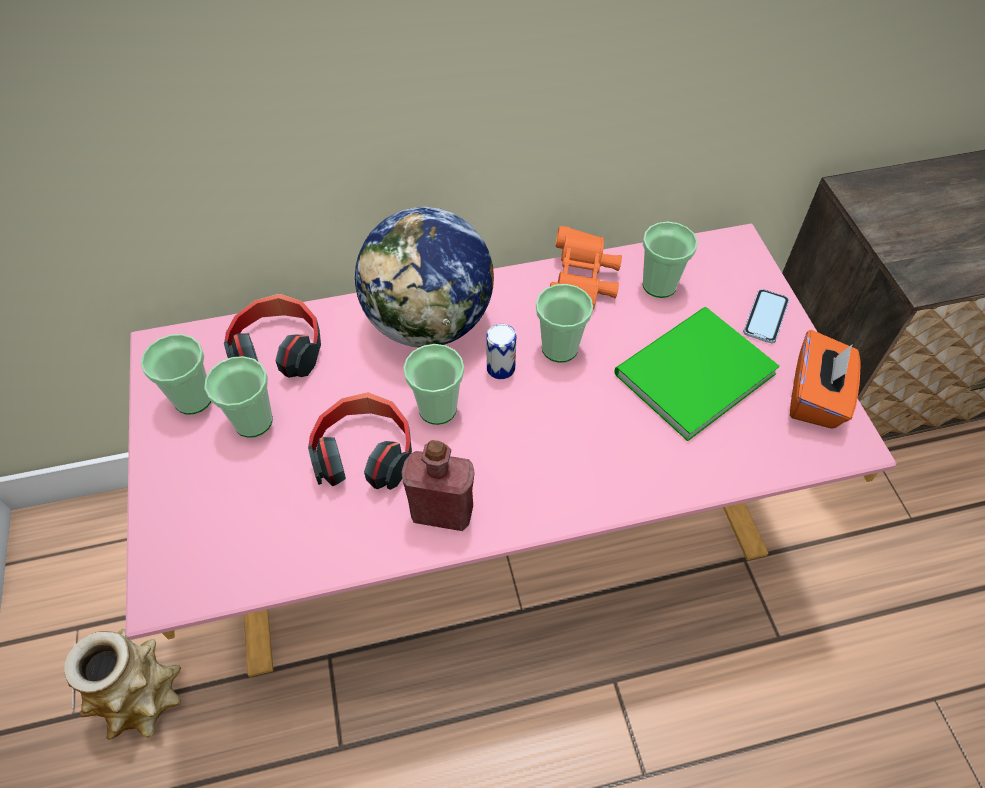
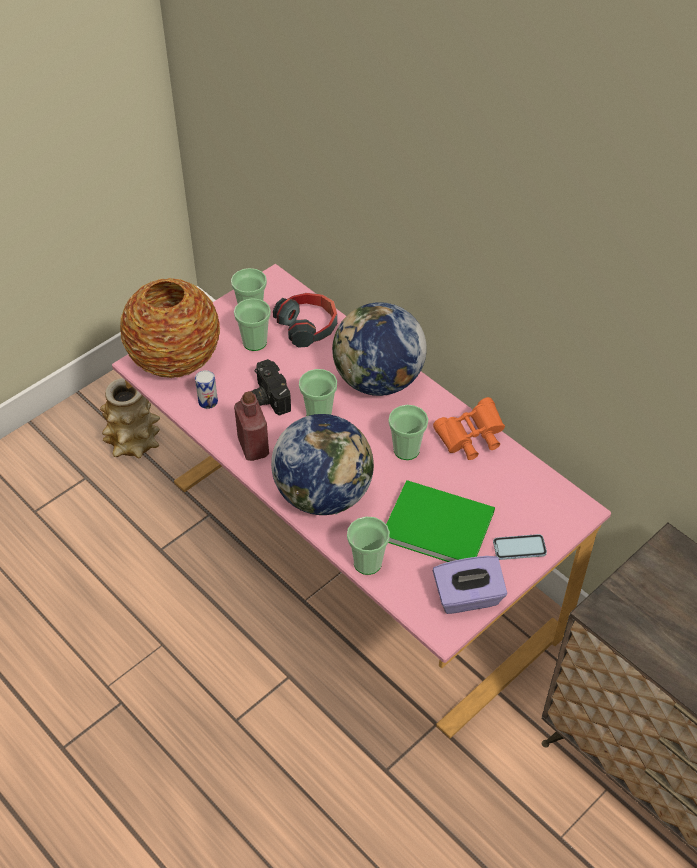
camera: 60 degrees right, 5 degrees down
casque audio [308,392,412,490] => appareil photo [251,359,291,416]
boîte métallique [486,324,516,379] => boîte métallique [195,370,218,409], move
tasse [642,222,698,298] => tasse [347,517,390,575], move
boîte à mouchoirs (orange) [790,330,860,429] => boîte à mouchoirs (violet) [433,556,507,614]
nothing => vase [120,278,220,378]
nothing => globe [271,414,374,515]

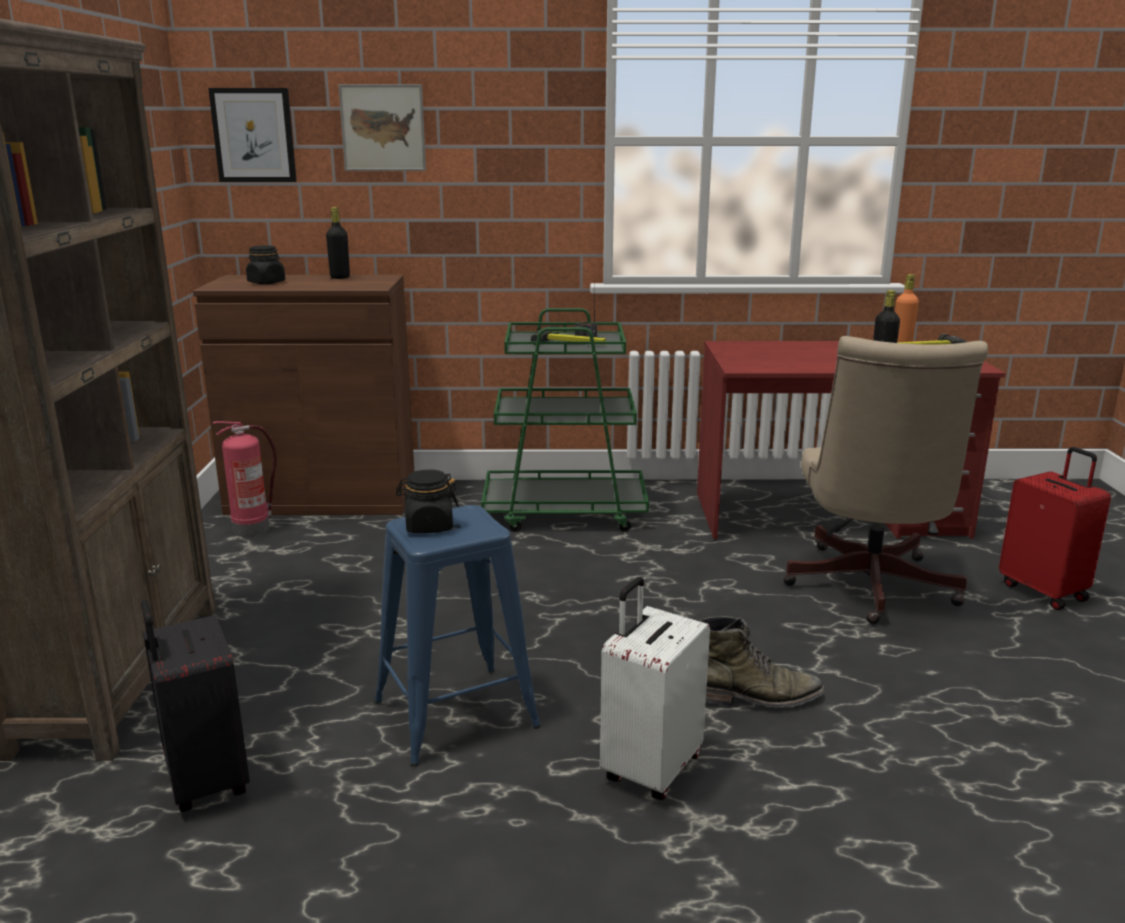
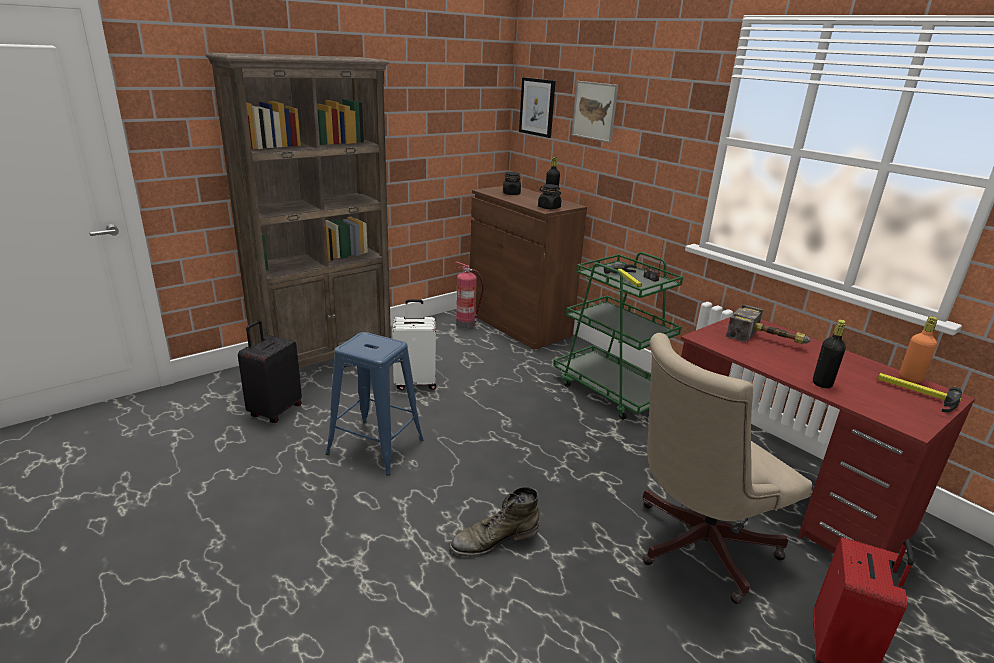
camera: 50 degrees right, 5 degrees up
bocal (noir) [396,469,459,533] => bocal (noir) [538,184,561,209], move
valise (blanc) [600,577,710,800] => valise (blanc) [392,299,436,390], move
botte (vert) [700,616,825,708] => botte (vert) [449,487,540,557], 105 degrees clockwise
nothing => marteau [726,304,811,344]

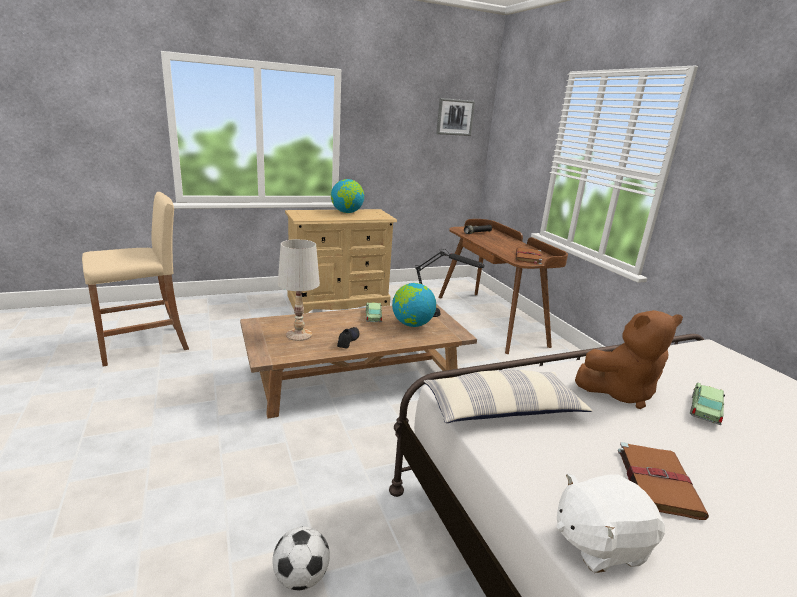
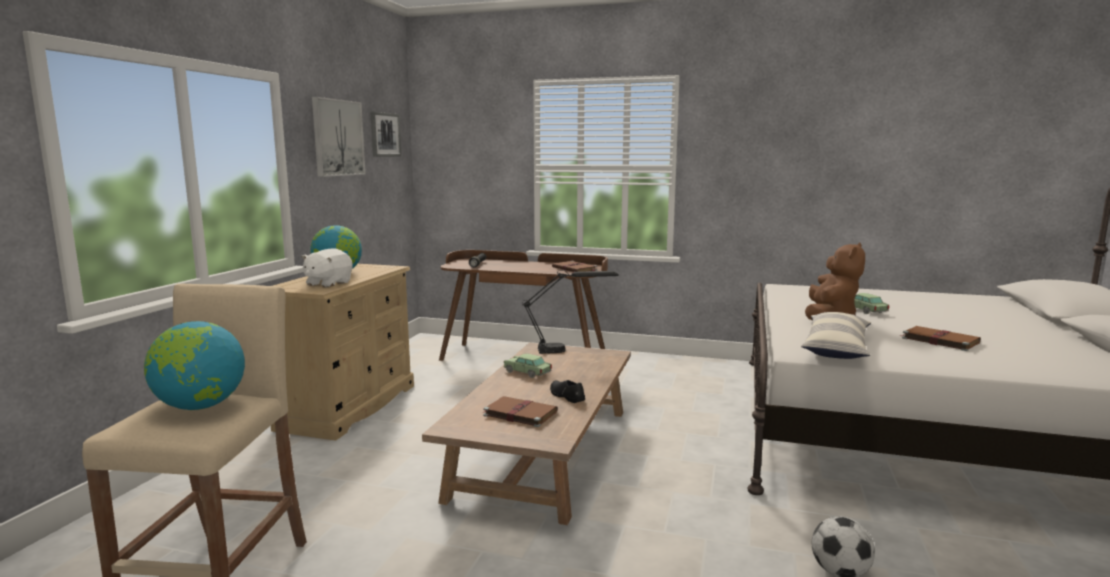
camera: 50 degrees left, 10 degrees down
lampe de table (blanc) [278,239,320,341] => livre (marron) [483,396,558,427]
globe [392,283,436,327] => globe [144,321,245,410], move
peluche (blanc) [557,473,665,573] => peluche (blanc) [301,248,352,287], move
nothing => tableau [312,97,366,177]

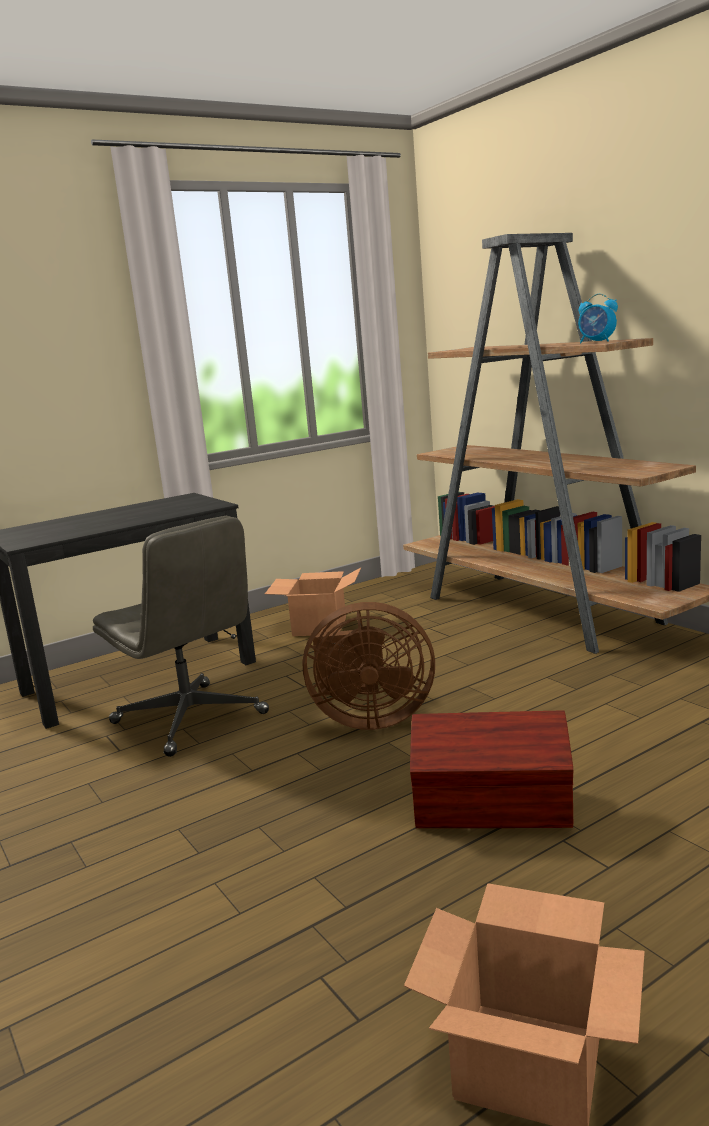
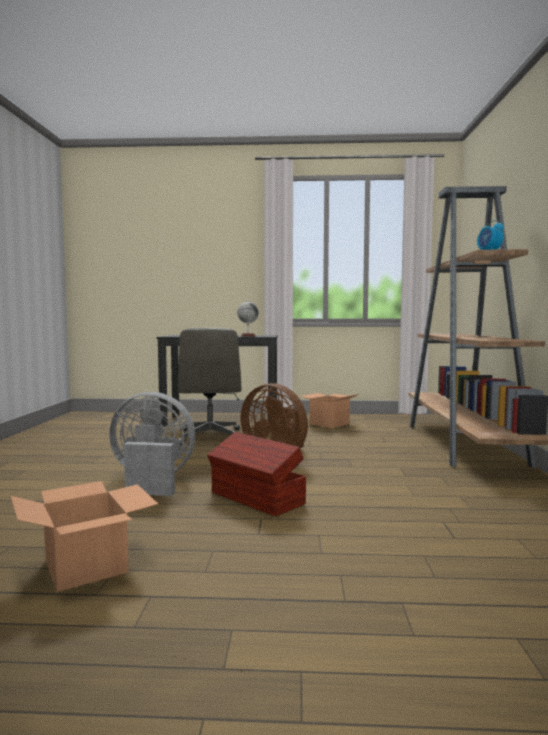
camera: 35 degrees right, 10 degrees down
nothing => ventilateur (gris) [109,392,195,496]
nothing => globe [237,301,259,337]

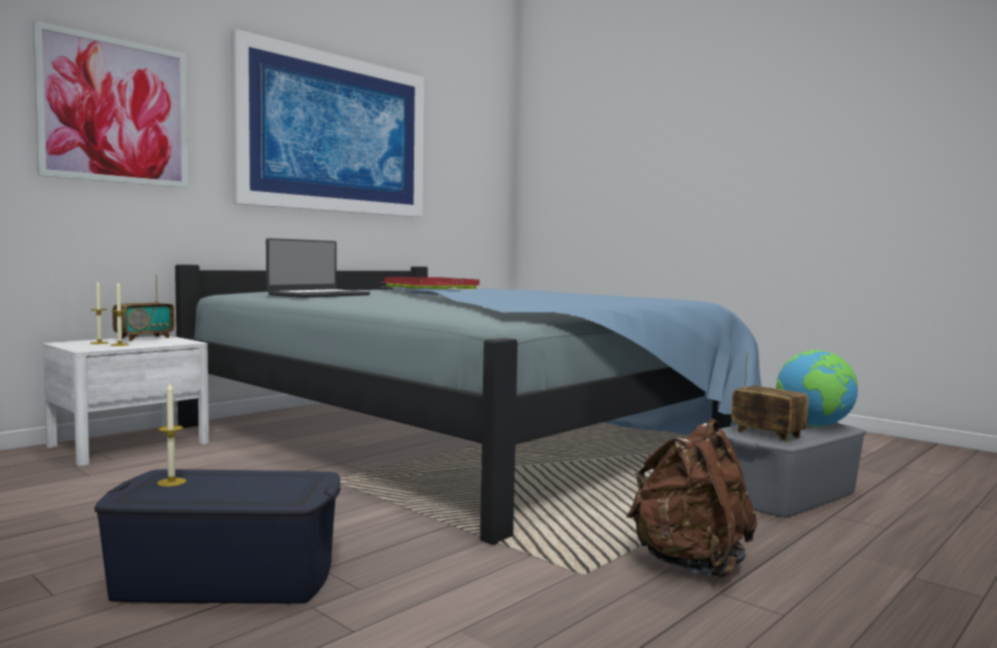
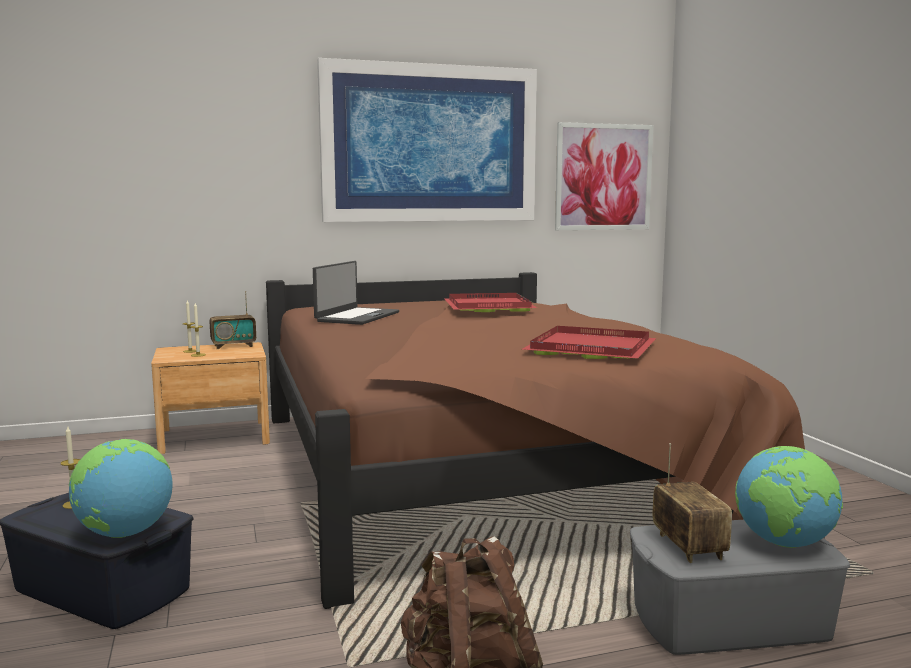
camera: 30 degrees right, 5 degrees up
tableau [33,21,188,188] => tableau [555,122,653,230], move
table de chevet (blanc) [43,335,209,466] => table de chevet (marron) [151,342,270,454]
lit (bleu) [175,265,761,545] => lit (marron) [266,272,805,609]
ordinateur portable [266,238,370,298] => ordinateur portable [313,261,399,325], 45 degrees counterclockwise
nothing => globe [69,439,173,538]
nothing => plateau (rouge) [522,326,656,359]

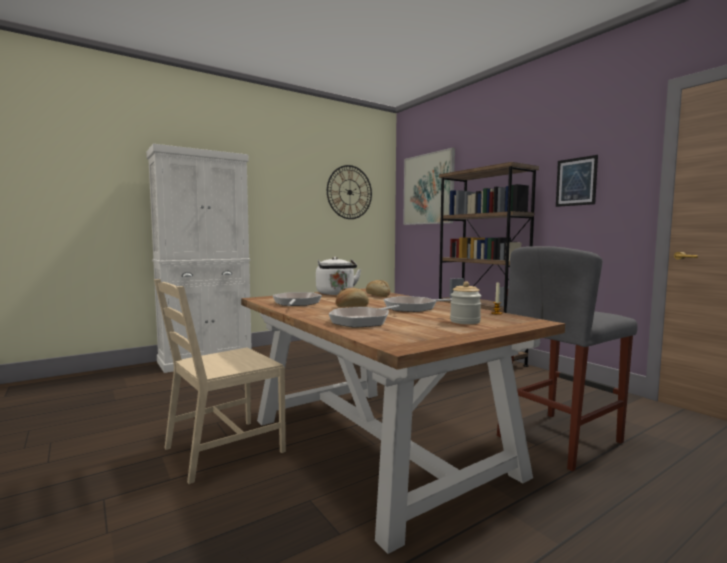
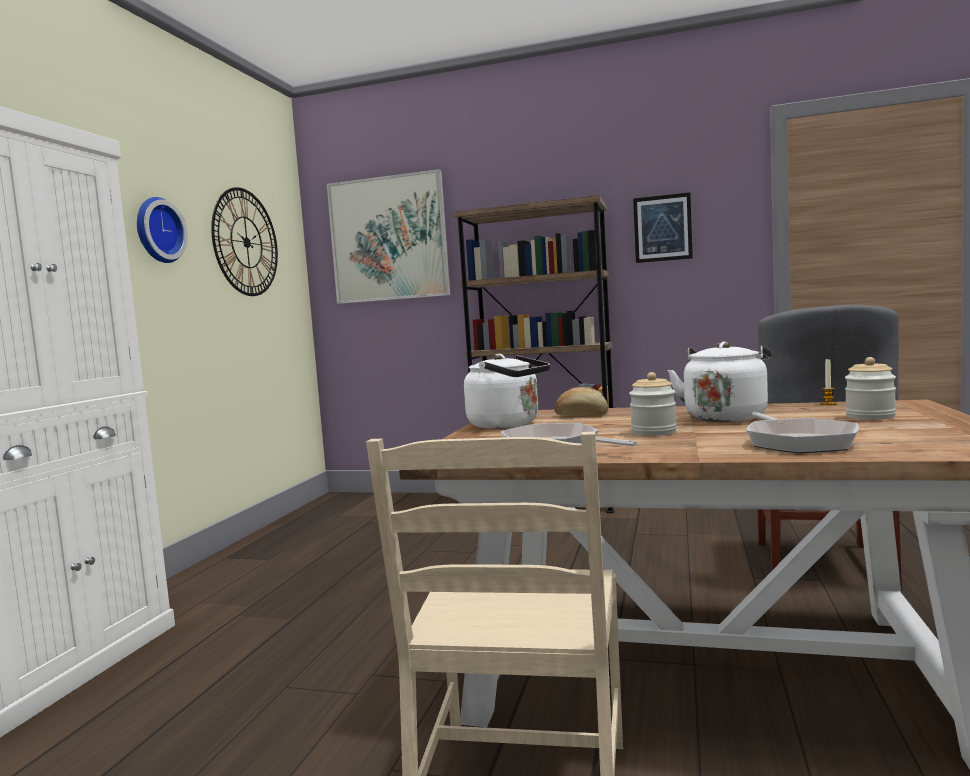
camera: 40 degrees left, 0 degrees up
pain [336,288,369,307] => bocal [629,372,677,436]
poêle [383,296,452,312] => bouilloire (blanc) [668,342,772,422]
nothing => horloge murale [137,197,188,263]

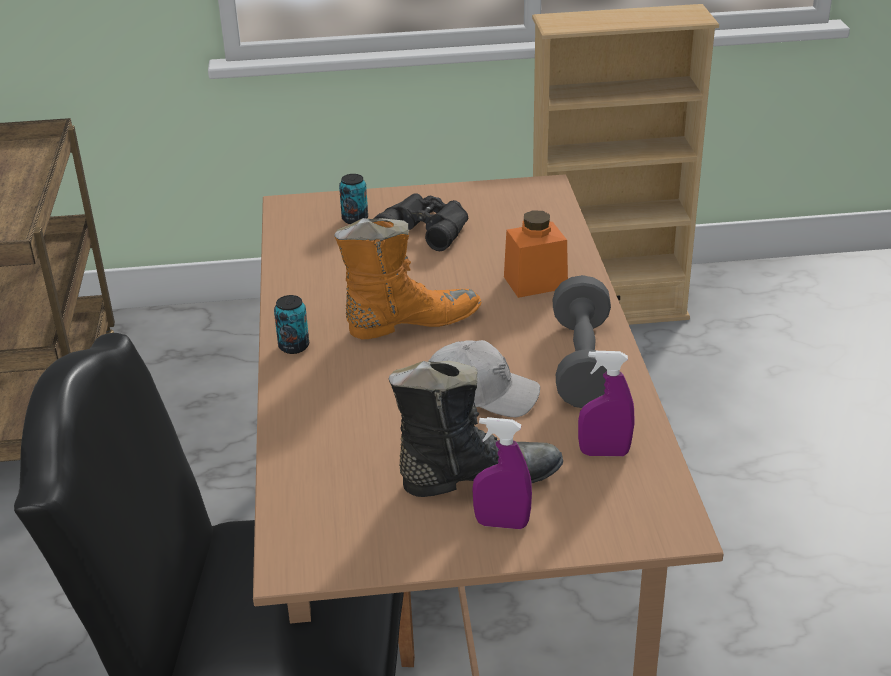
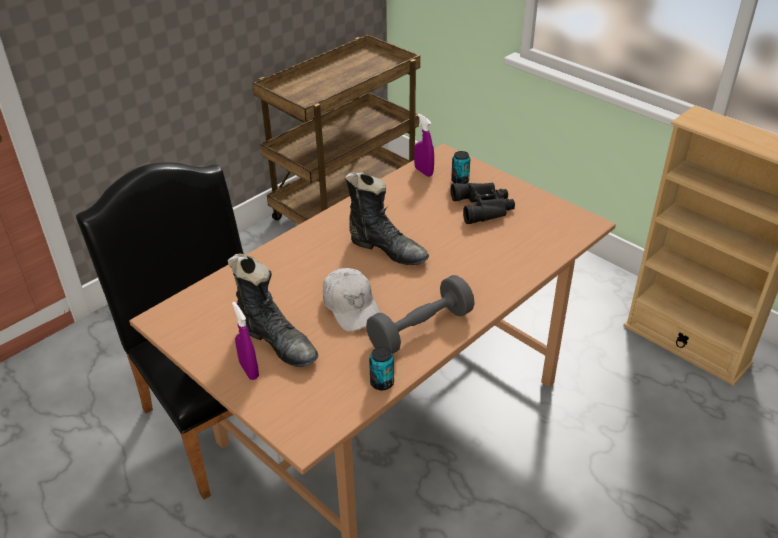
camera: 50 degrees right, 5 degrees up
boîte métallique [274,295,309,354] => boîte métallique [369,347,394,390], move
botte (orange) [334,218,482,339] => botte (noir) [345,172,429,265]
bocal (orange) [504,211,568,298] => nothing
vaporisateur (violet) [578,351,634,456] => vaporisateur (violet) [414,114,434,177], move

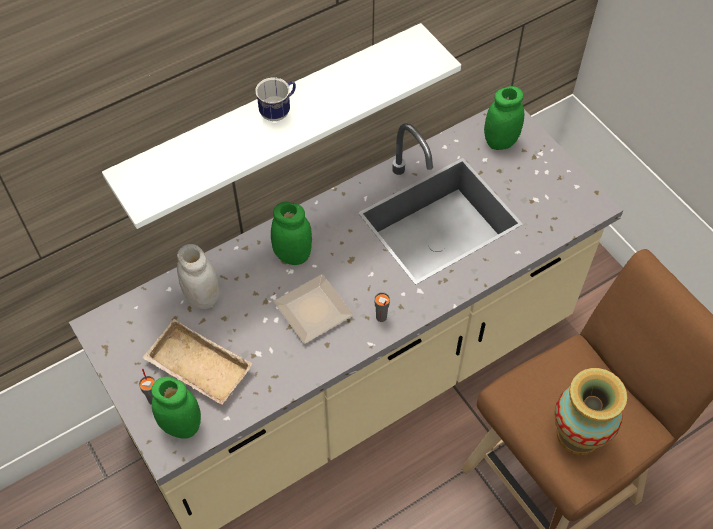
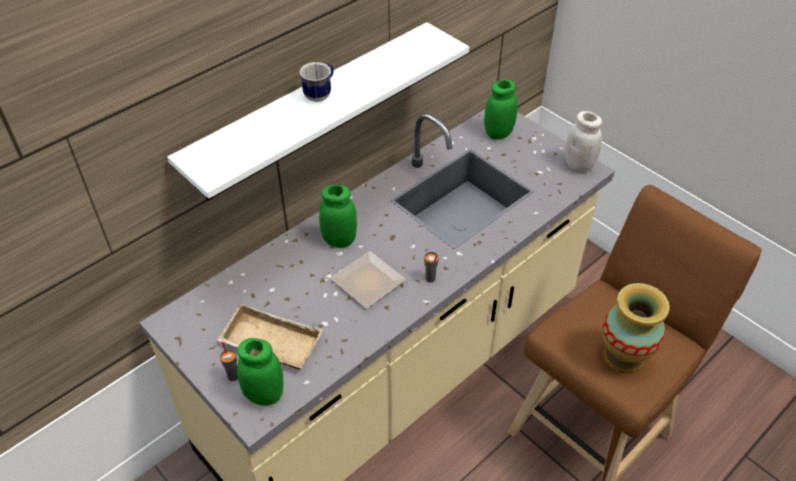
camera: 10 degrees left, 10 degrees down
bocal (blanc) [177,244,219,309] => bocal (blanc) [565,111,602,173], move

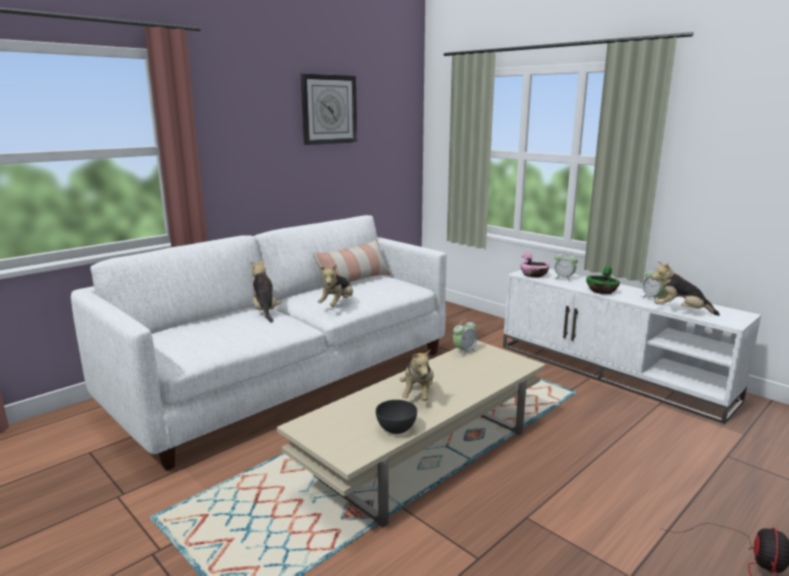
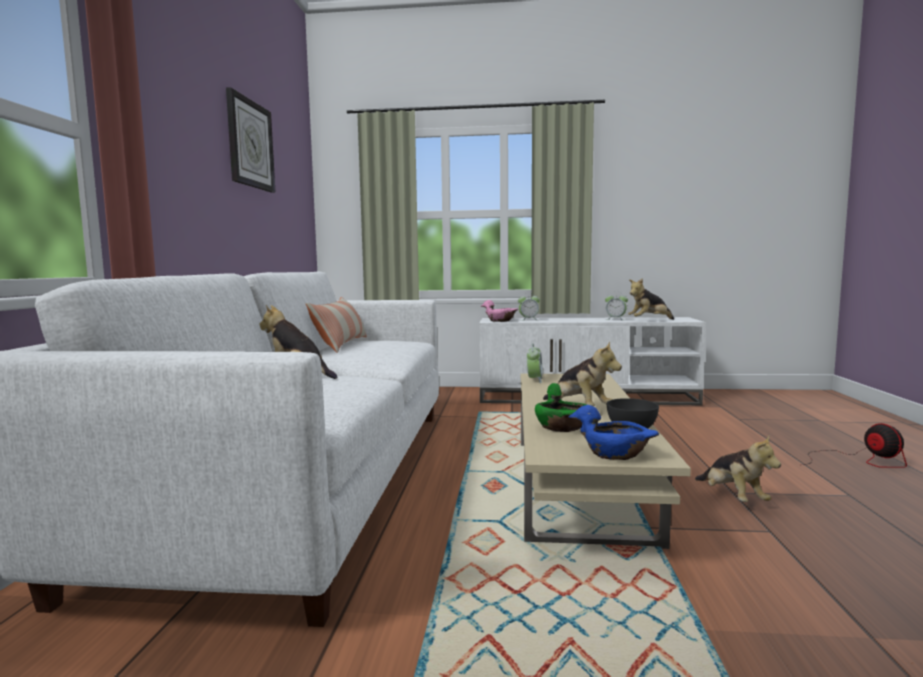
camera: 40 degrees left, 10 degrees down
peluche [318,265,353,307] => peluche [695,436,781,502], move
bol (vert) [586,266,620,294] => bol (vert) [535,383,587,432], move
nothing => bol (bleu) [569,405,659,460]

